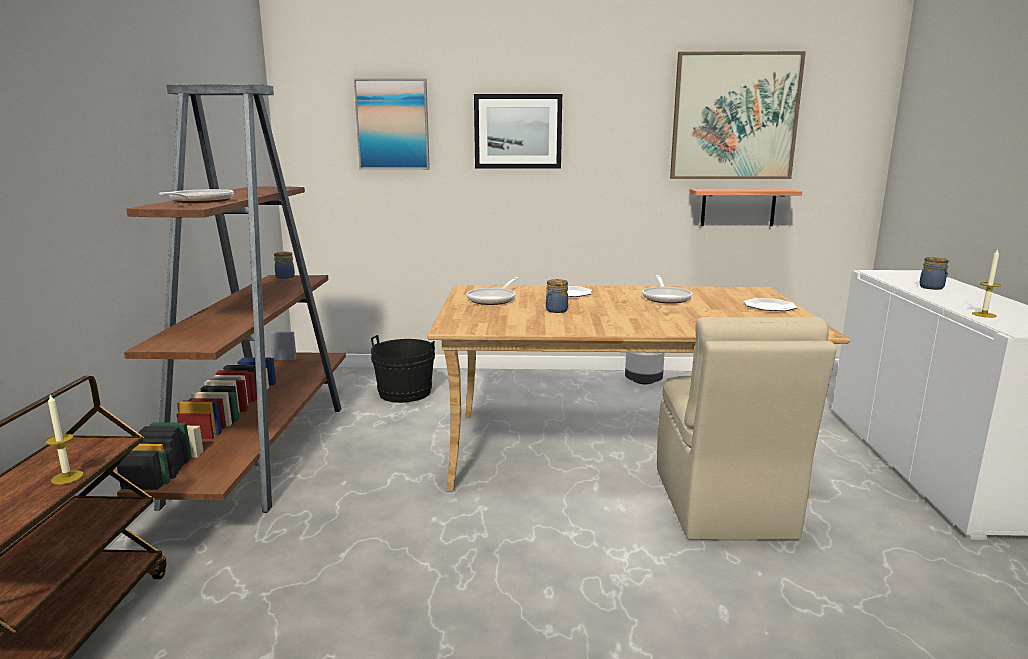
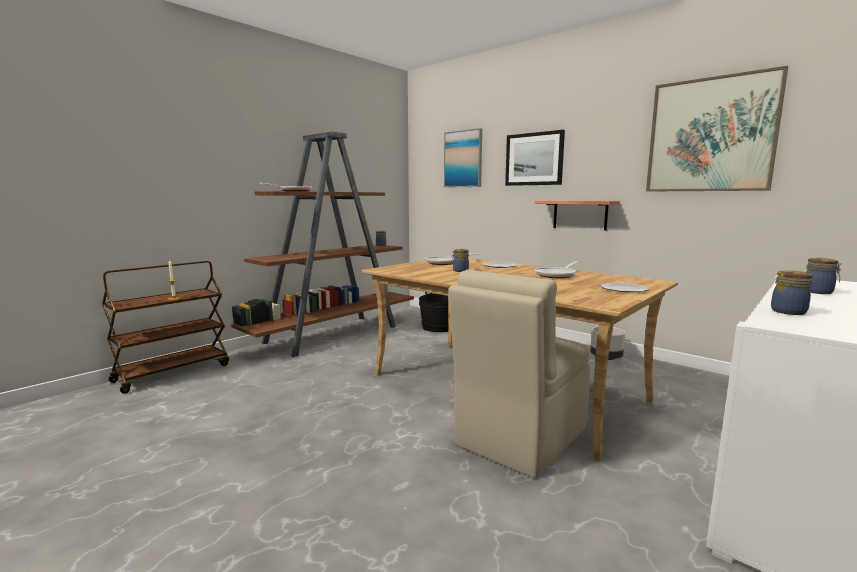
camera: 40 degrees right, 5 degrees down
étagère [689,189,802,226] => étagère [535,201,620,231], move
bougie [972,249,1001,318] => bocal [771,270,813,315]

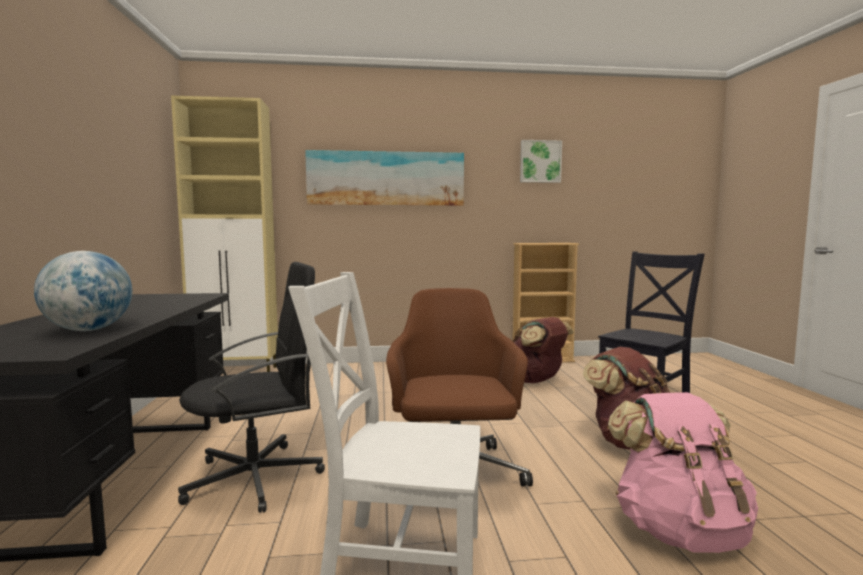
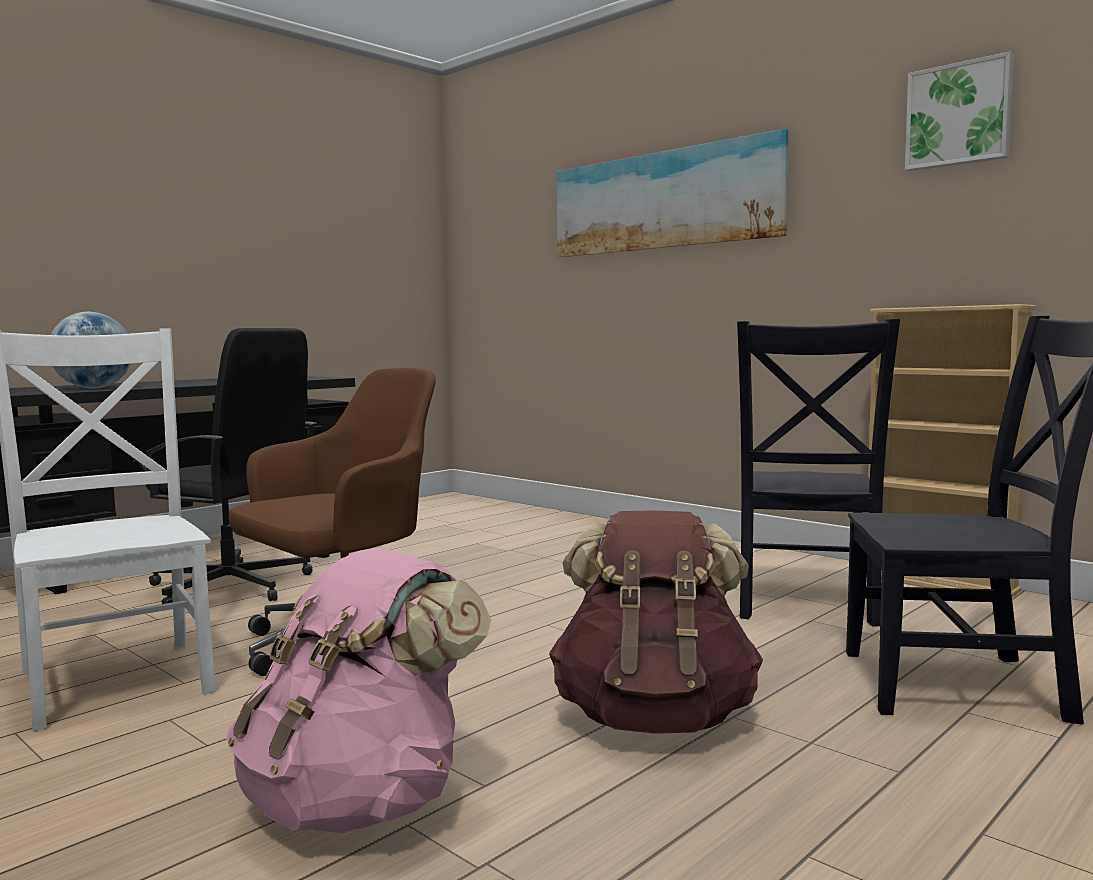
camera: 50 degrees right, 0 degrees up
meuble de rangement (beige) [171,96,278,372] => nothing
sac à dos (marron) [513,317,574,383] => chaise (noir) [737,319,900,627]

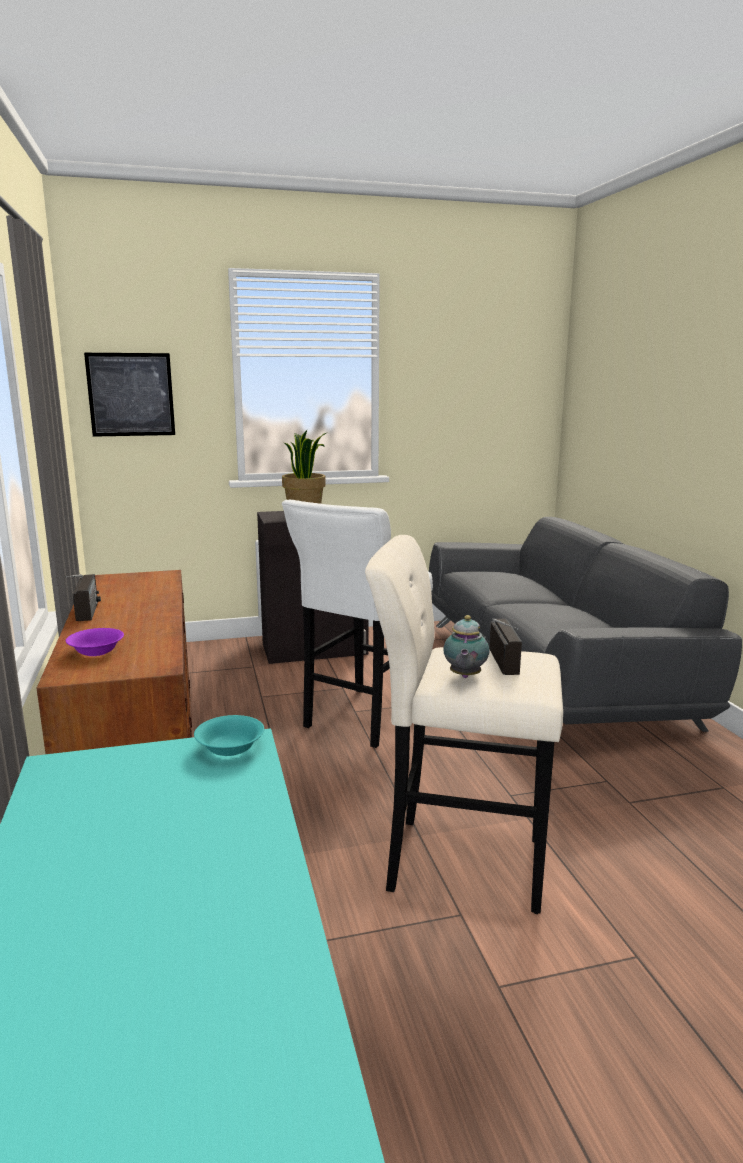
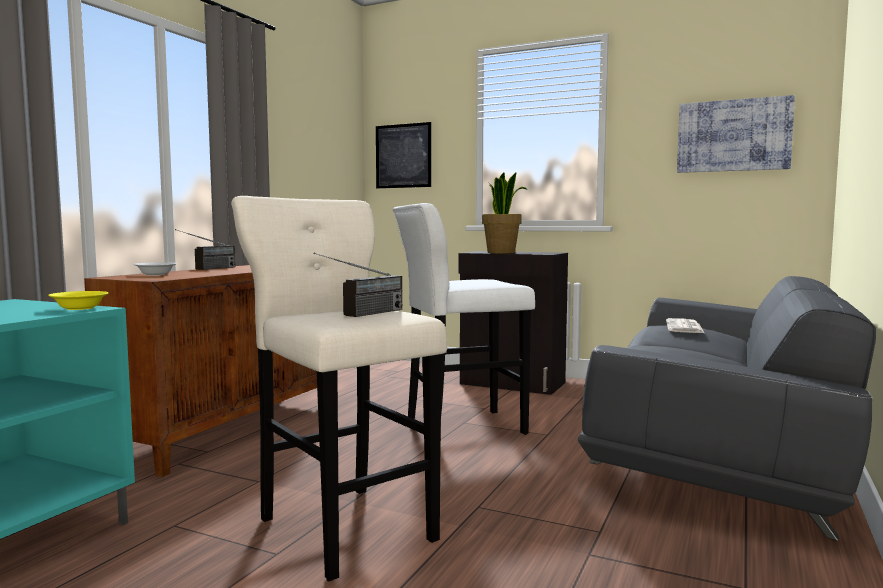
camera: 40 degrees right, 10 degrees down
bol (violet) [66,628,124,656] => bol (blanc) [134,262,177,275]
bol (turquoise) [194,715,264,756] => bol (jaune) [48,291,108,310]
théière [443,615,490,678] => nothing
nothing => journal [666,318,704,333]
nothing => tableau [677,95,795,173]

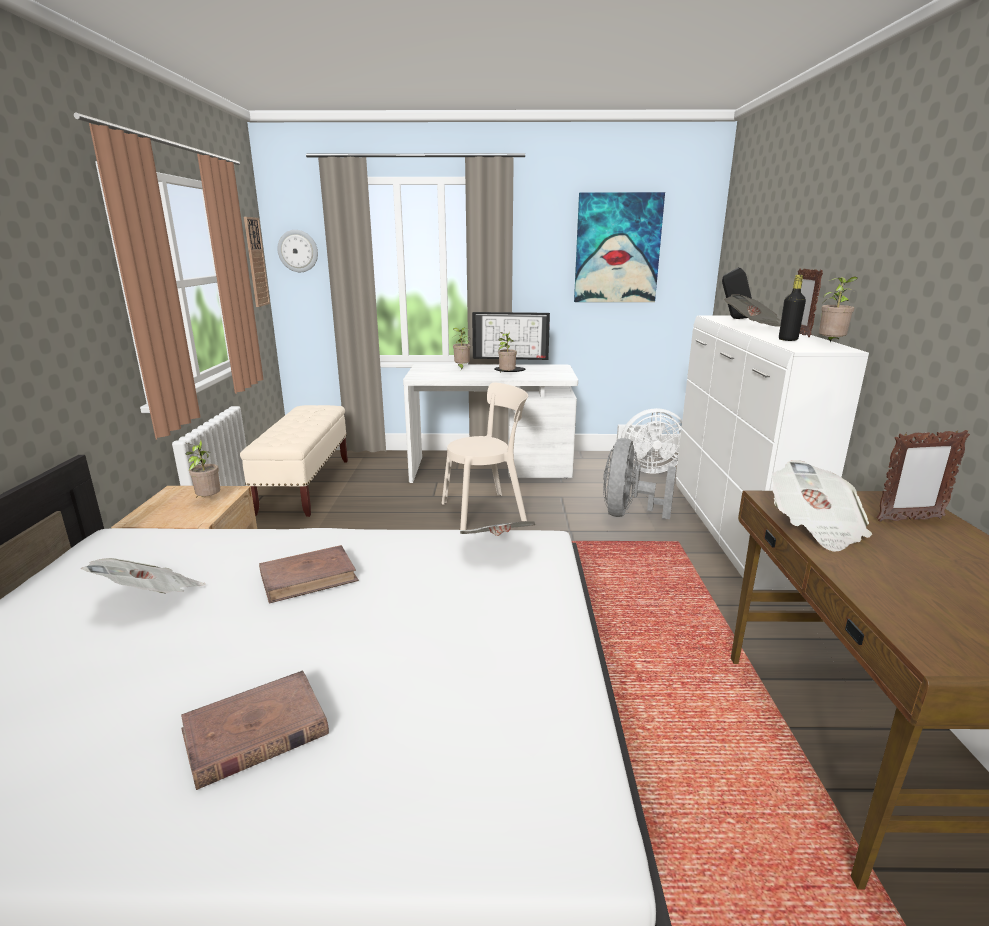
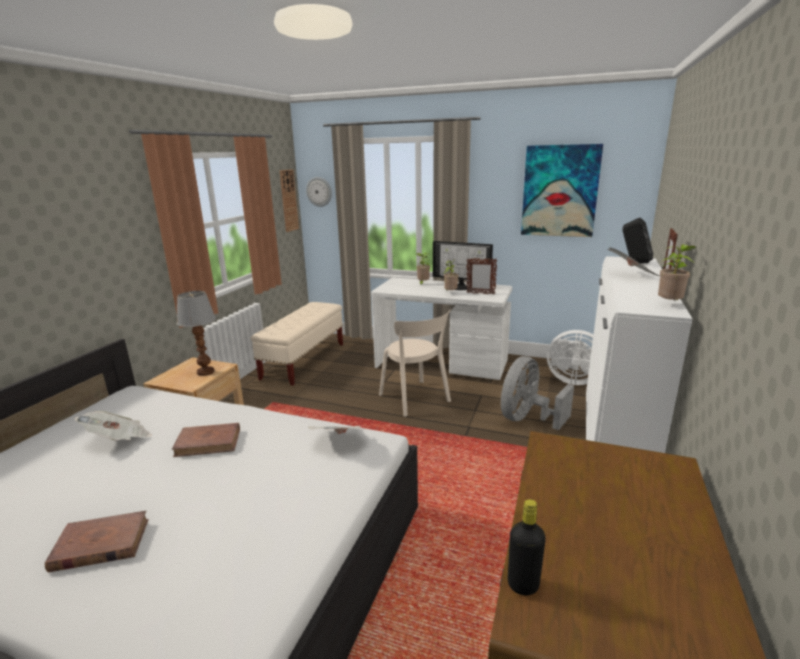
camera: 20 degrees right, 0 degrees up
plante en pot [186,440,221,498] => lampe de table [176,291,216,376]
chaise (beige) [442,383,528,530] => chaise (beige) [379,309,451,417], 60 degrees clockwise
journal [771,460,872,552] => nothing
bouteille (noir) [779,275,806,341] => bouteille (noir) [508,499,546,595], move
cadre photo [876,429,970,522] => cadre photo [467,258,497,295], move

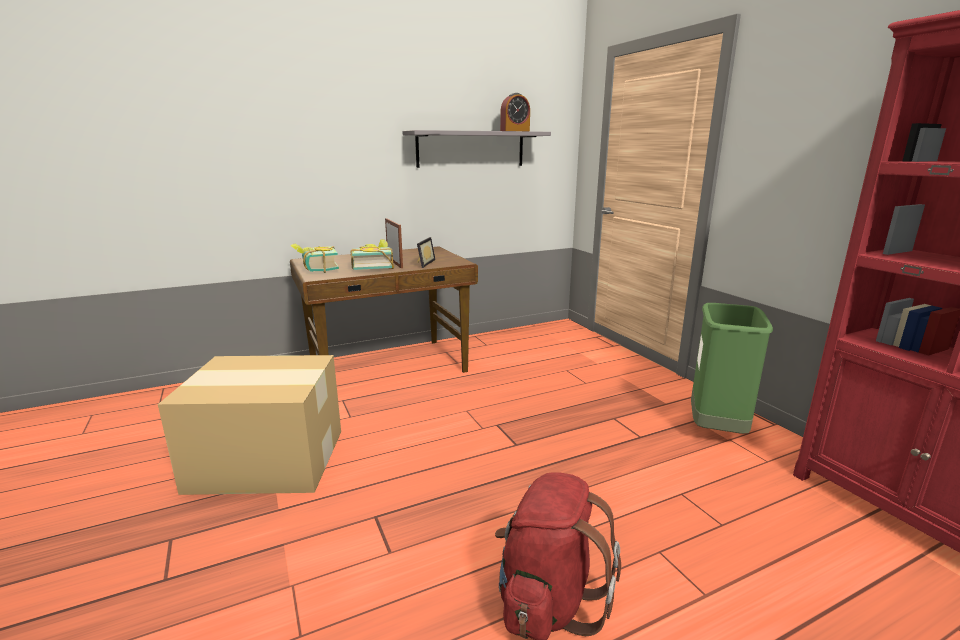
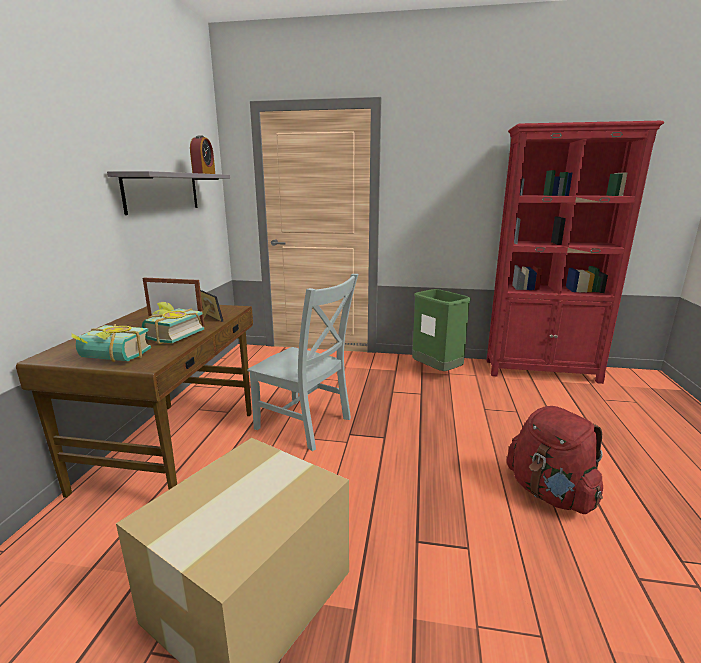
camera: 55 degrees left, 0 degrees up
nothing => chaise (gris) [247,274,358,451]

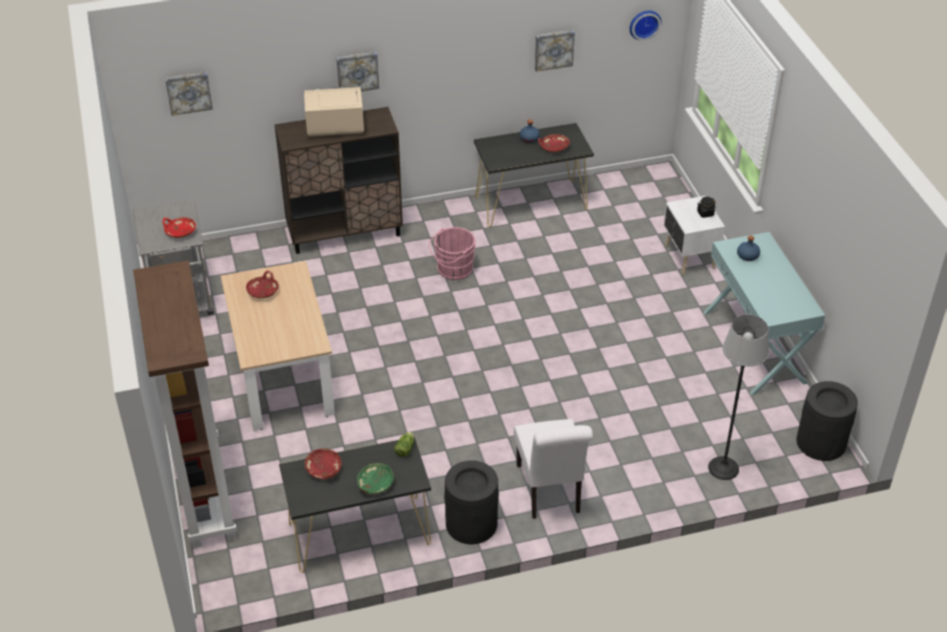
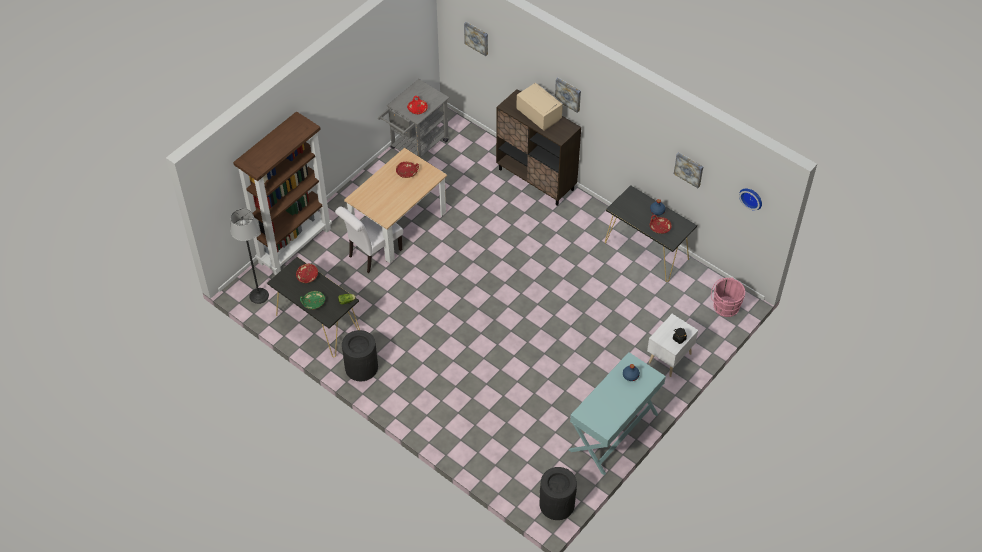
camera: 55 degrees right, 10 degrees up
seau (rose) [429,227,476,280] => seau (rose) [711,278,745,317], move
chaise (blanc) [514,419,593,519] => chaise (blanc) [335,207,403,273], move
lampadaire [708,315,769,480] => lampadaire [230,209,269,304], move

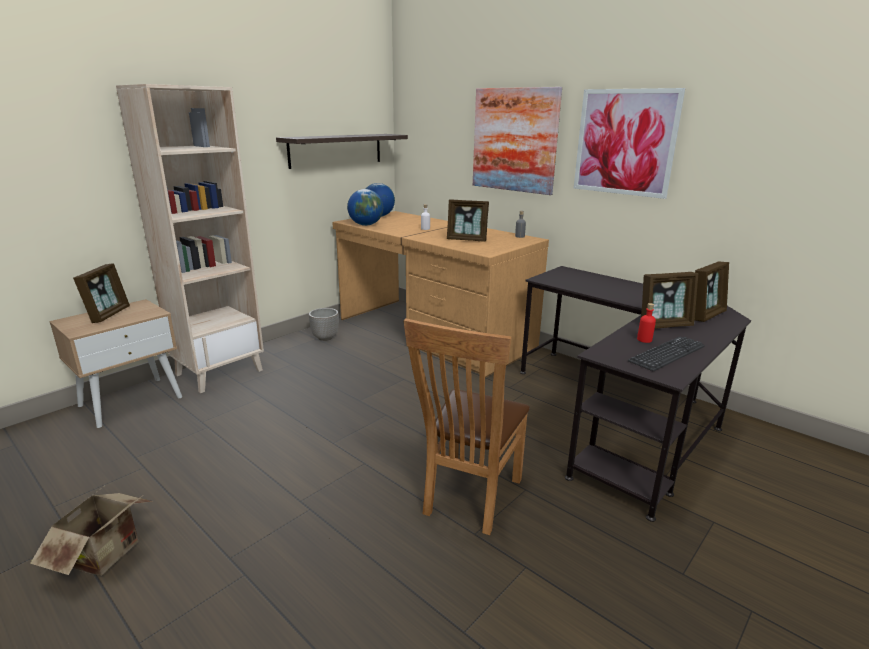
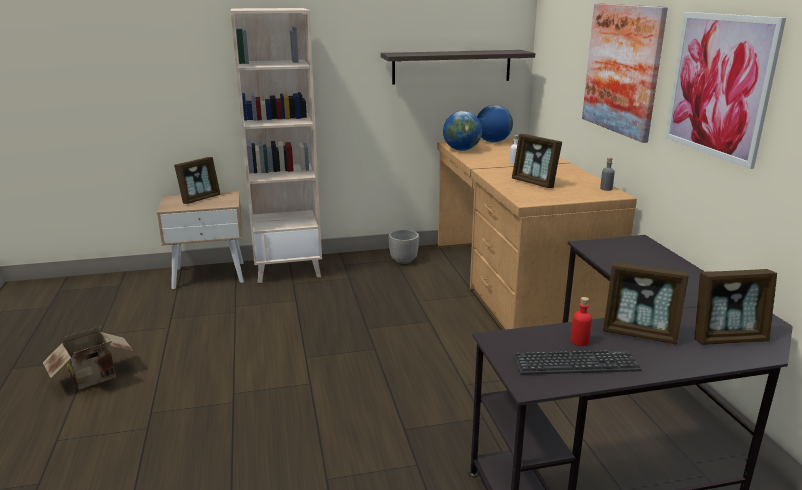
camera: 35 degrees right, 0 degrees up
chaise (marron) [403,318,530,535] => nothing

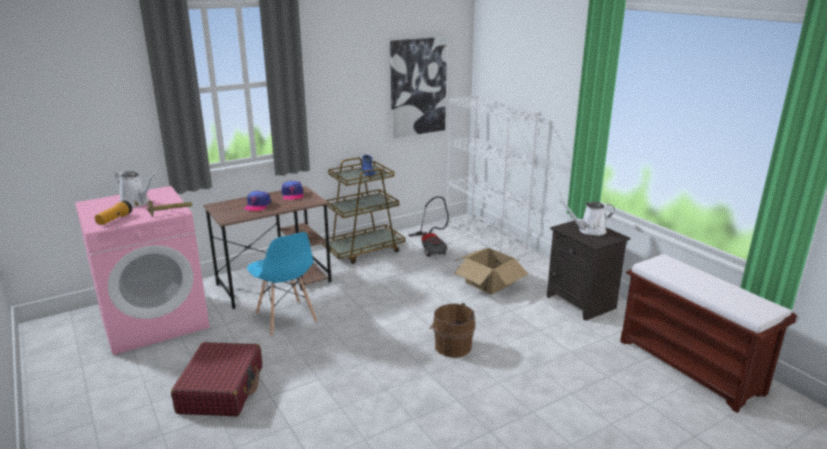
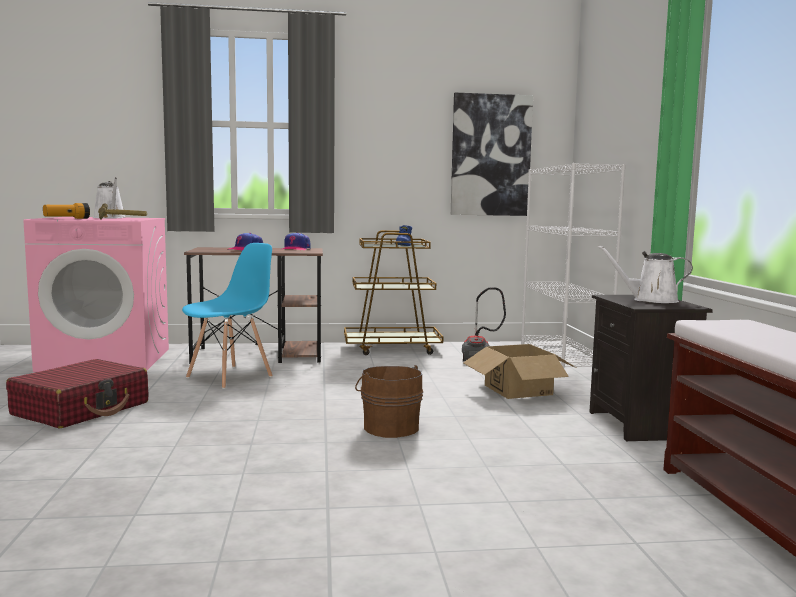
camera: 25 degrees right, 15 degrees down
chaise (bleu) [247,232,317,336] => chaise (bleu) [182,243,273,389], 135 degrees counterclockwise

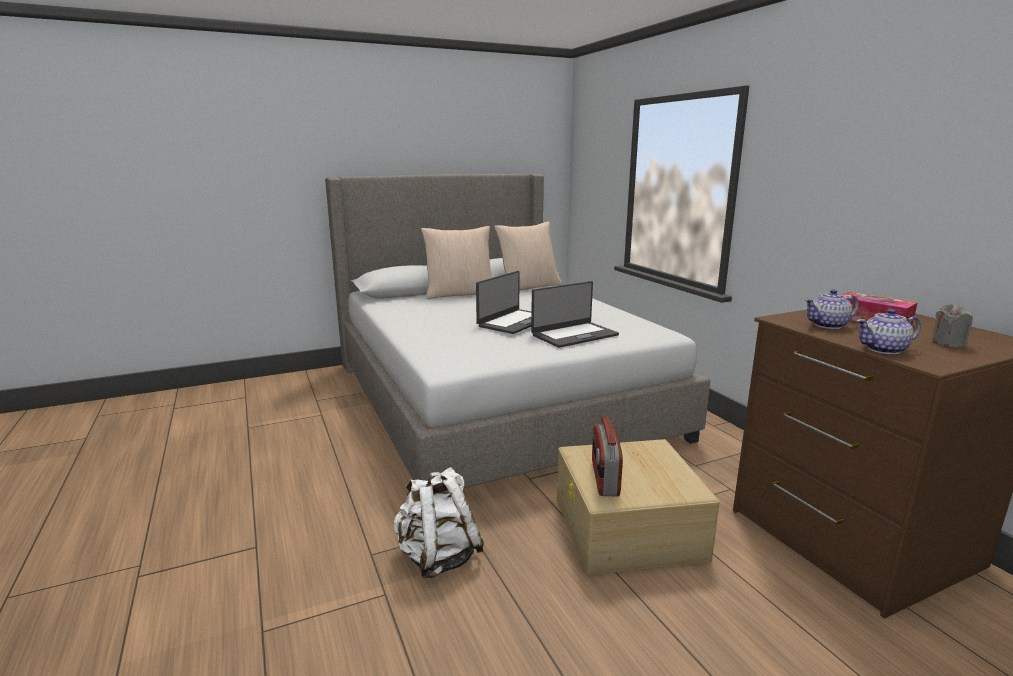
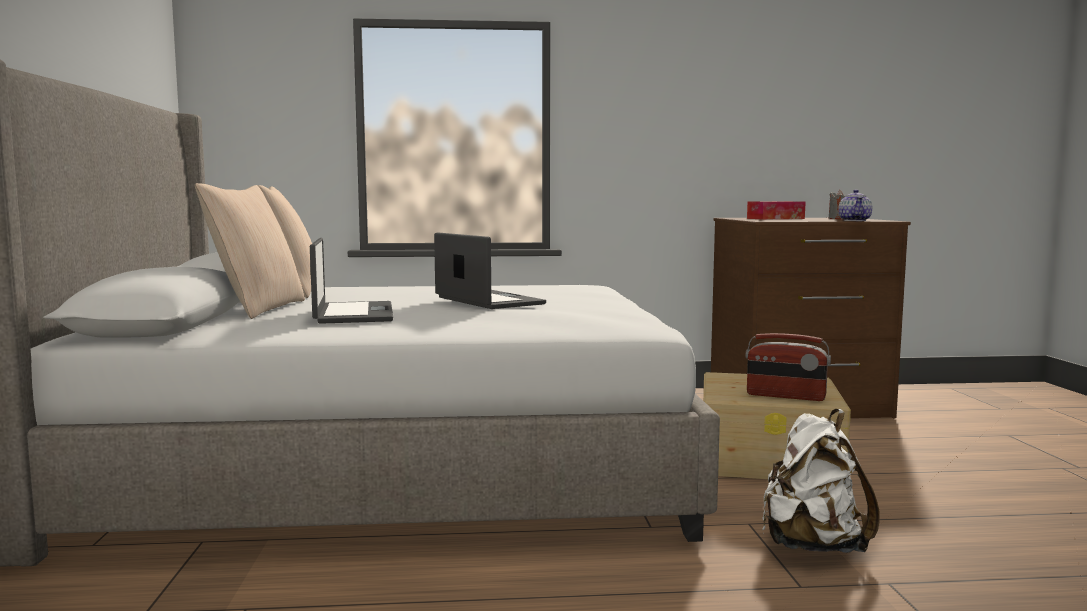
camera: 70 degrees left, 10 degrees down
ordinateur portable [531,281,619,348] => ordinateur portable [310,238,393,324], move
théière [805,289,859,329] => nothing

